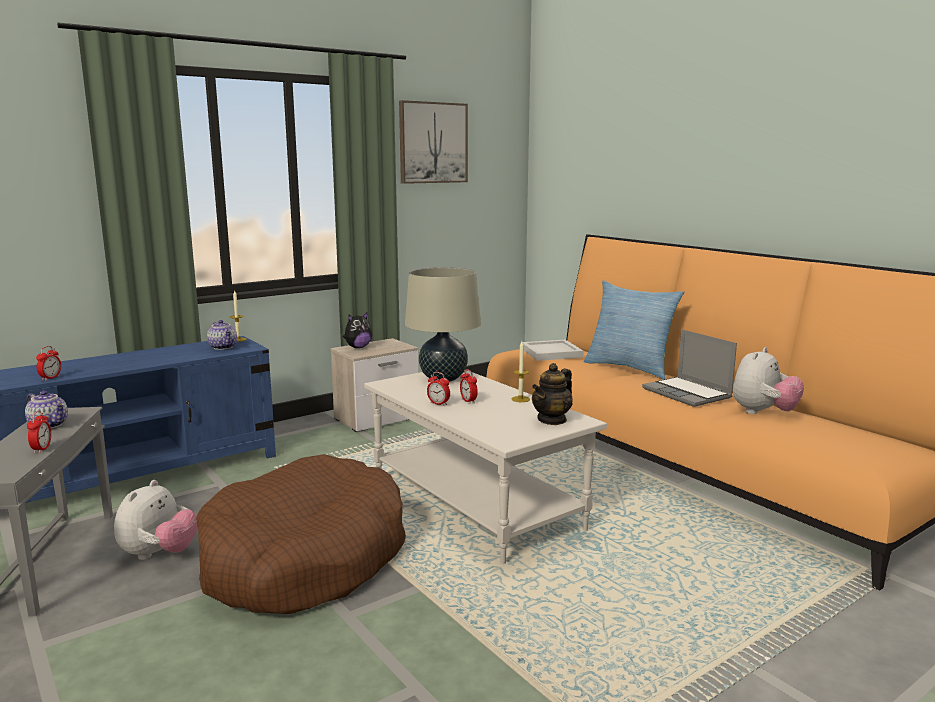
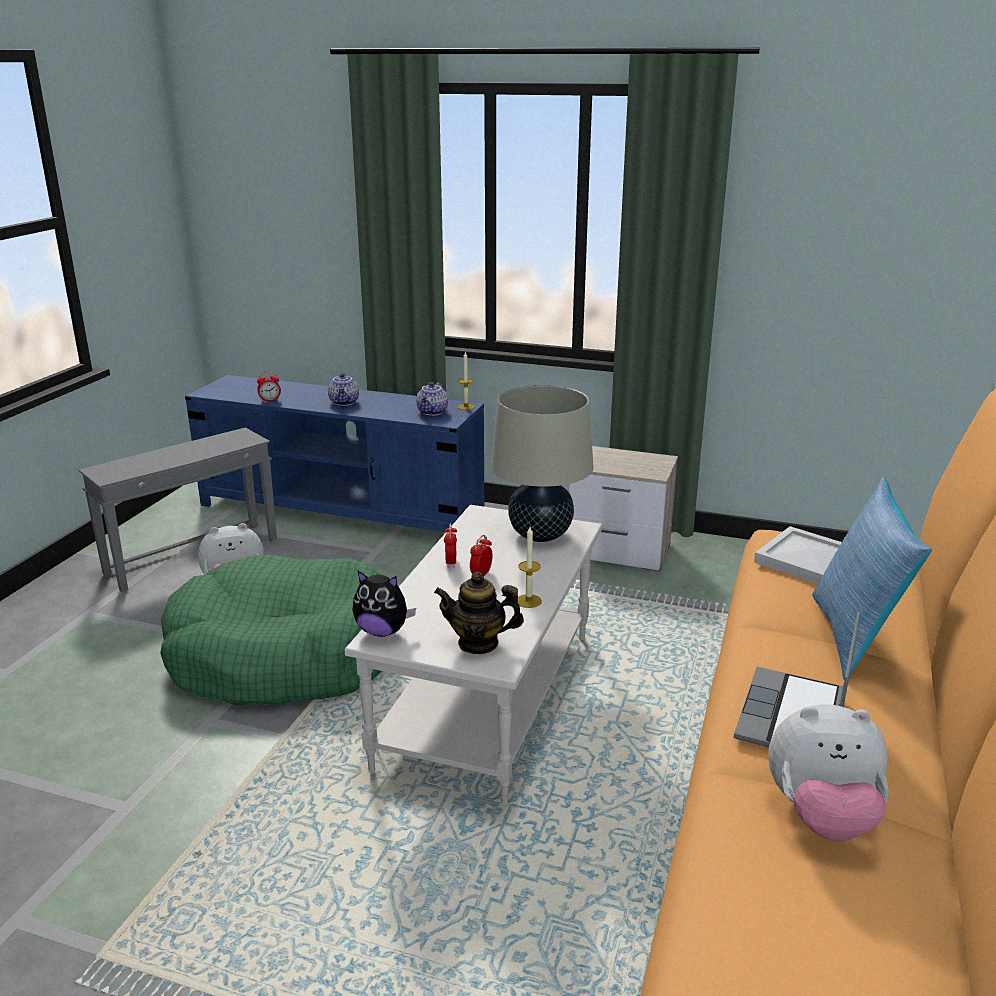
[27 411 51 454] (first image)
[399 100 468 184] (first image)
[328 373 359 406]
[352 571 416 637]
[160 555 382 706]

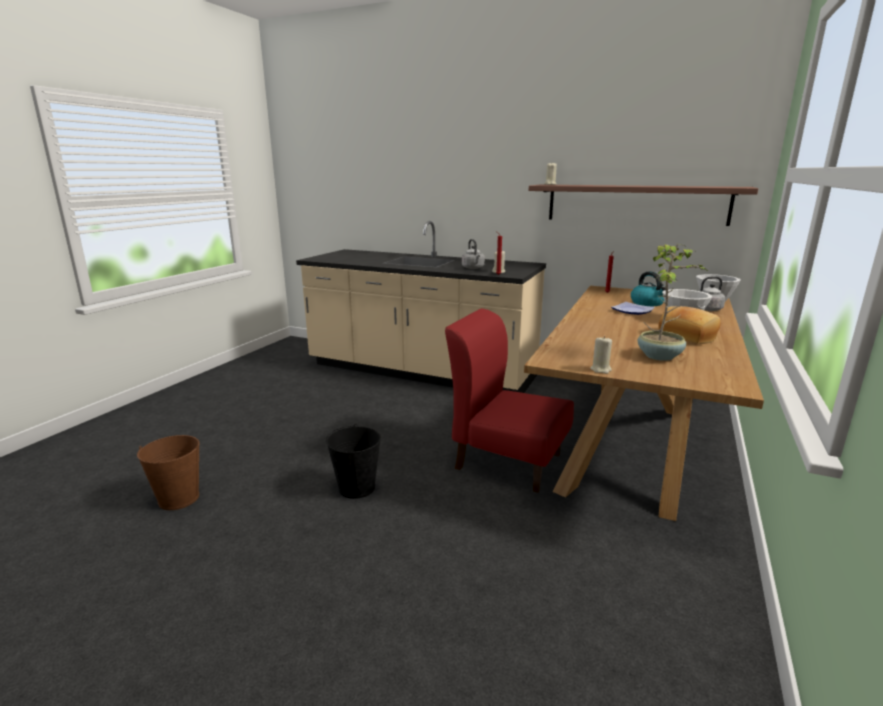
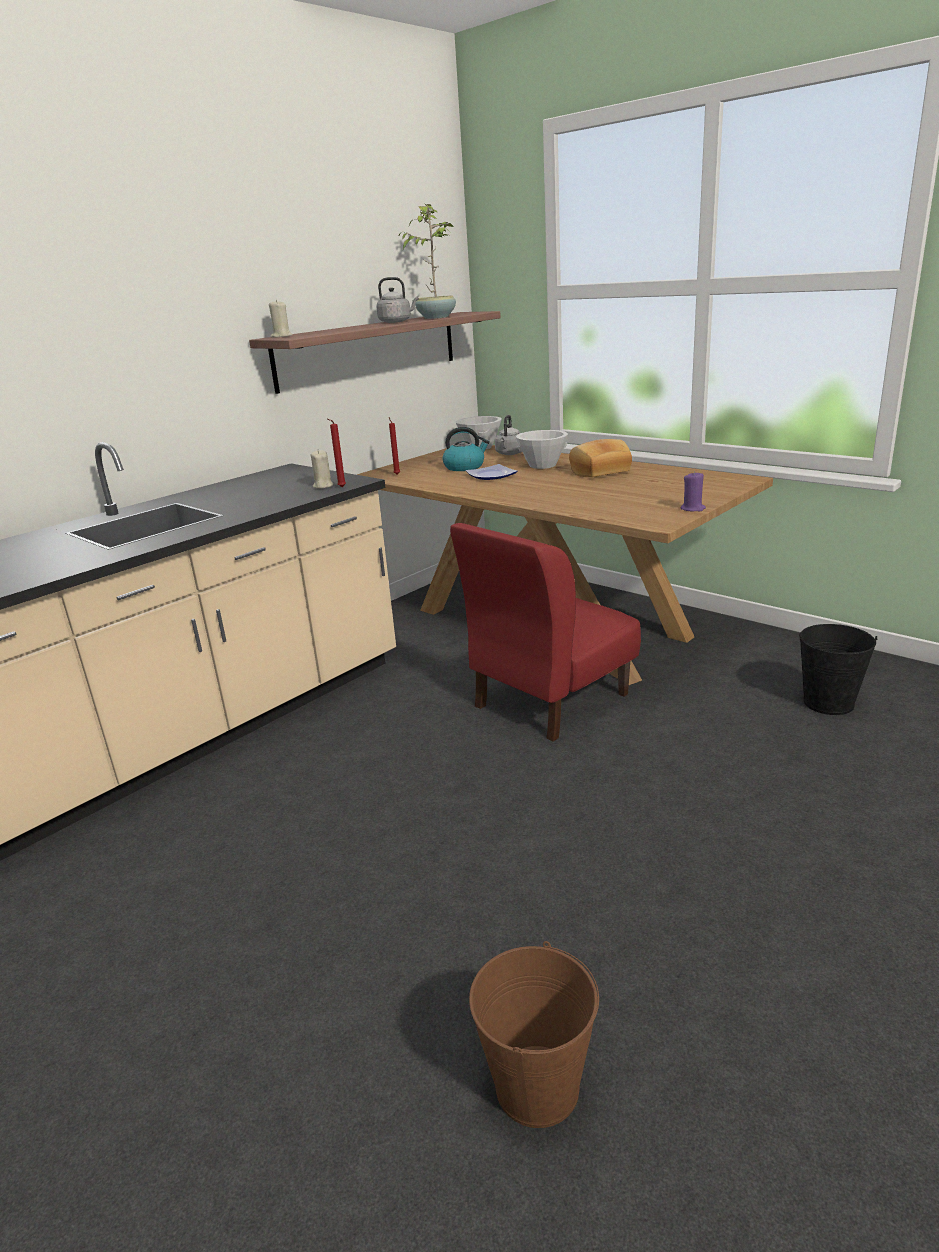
[799 624 878 715]
[376 277 419 323]
[398 204 456 319]
[681 471 706 511]

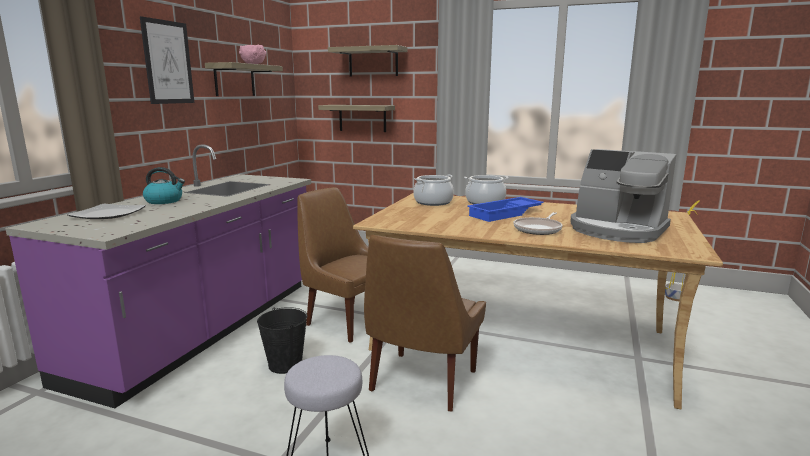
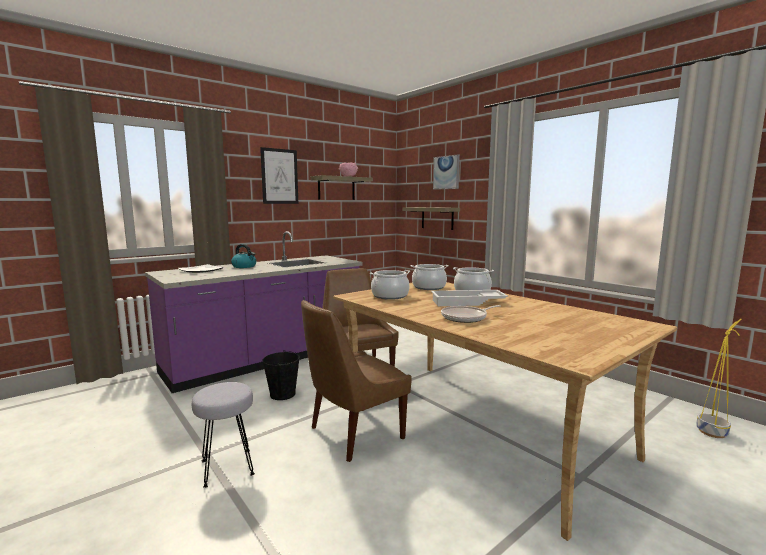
[570 149 676 243] (first image)
[370 270 410 300]
[433 154 460 190]
[431 290 508 306]

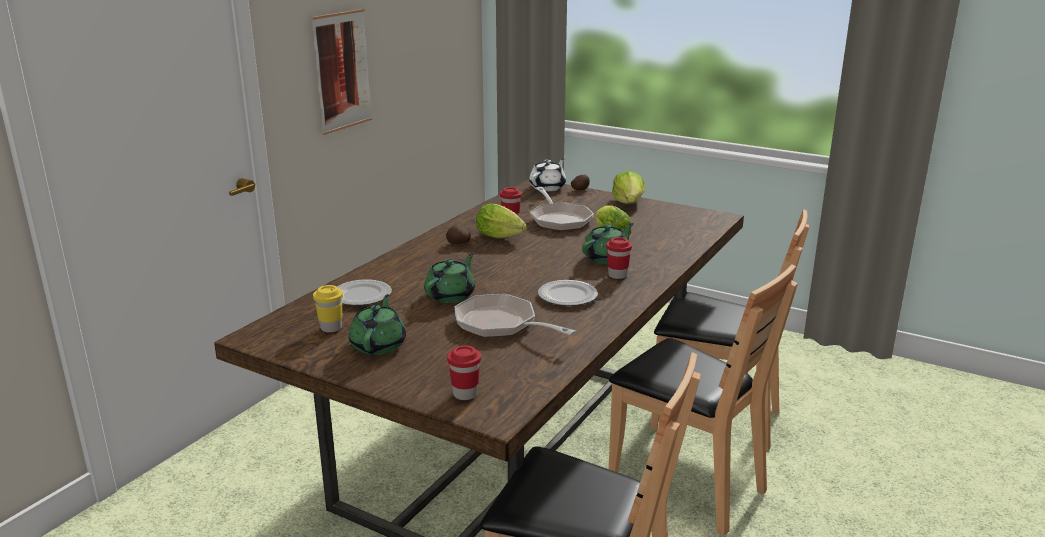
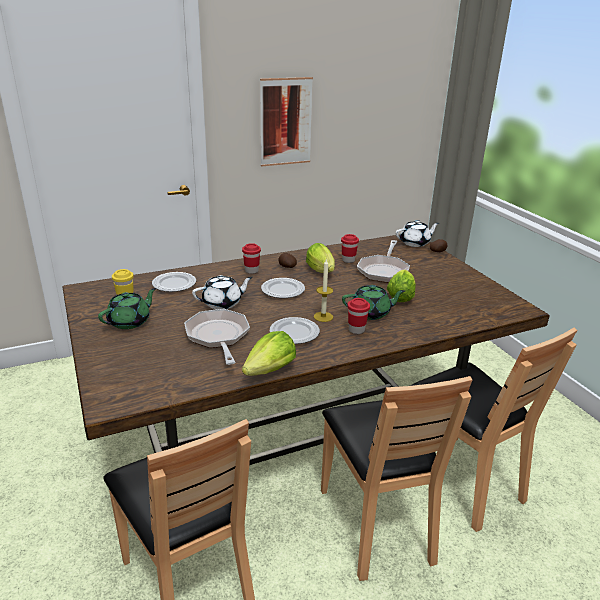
[261 278 305 298]
[314 258 333 322]
[242 243 261 274]
[242 331 296 376]
[192 275 253 309]

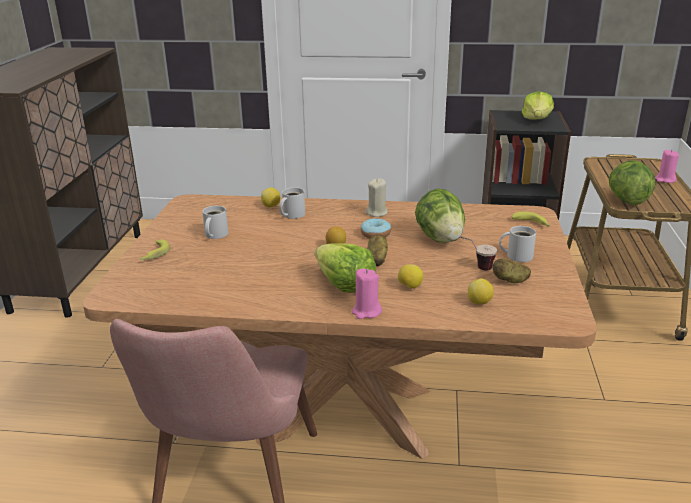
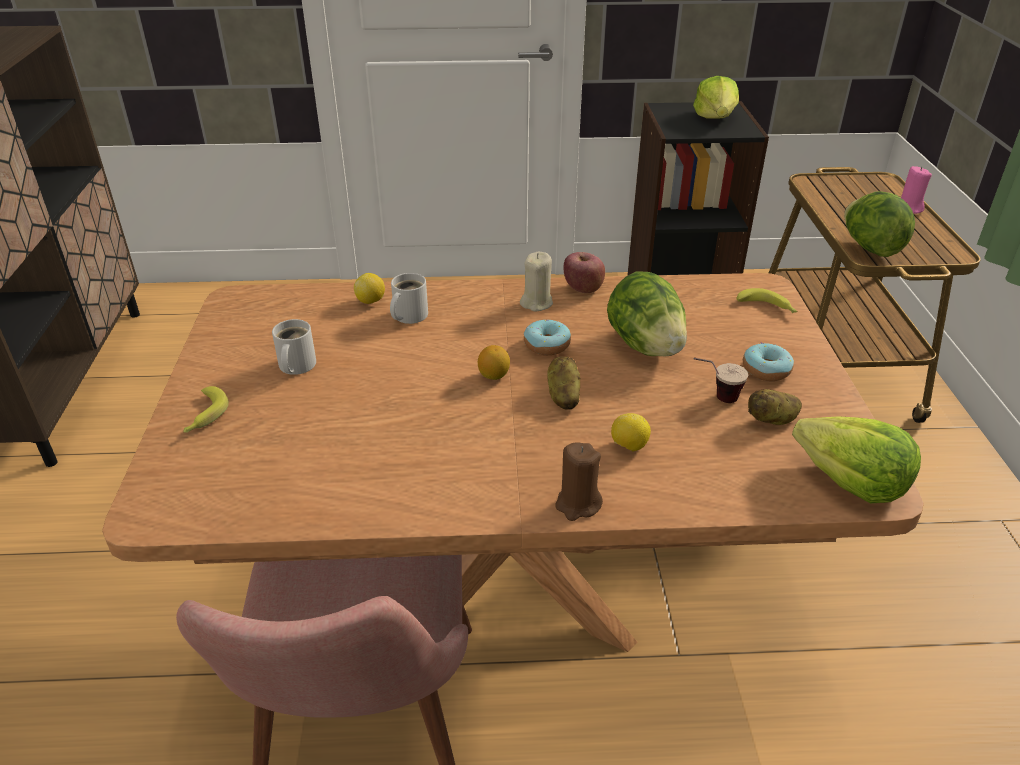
[468 279 494 304] (first image)
[564 252 605 293]
[792 416 921 504]
[743 342 794 381]
[556 443 603 521]

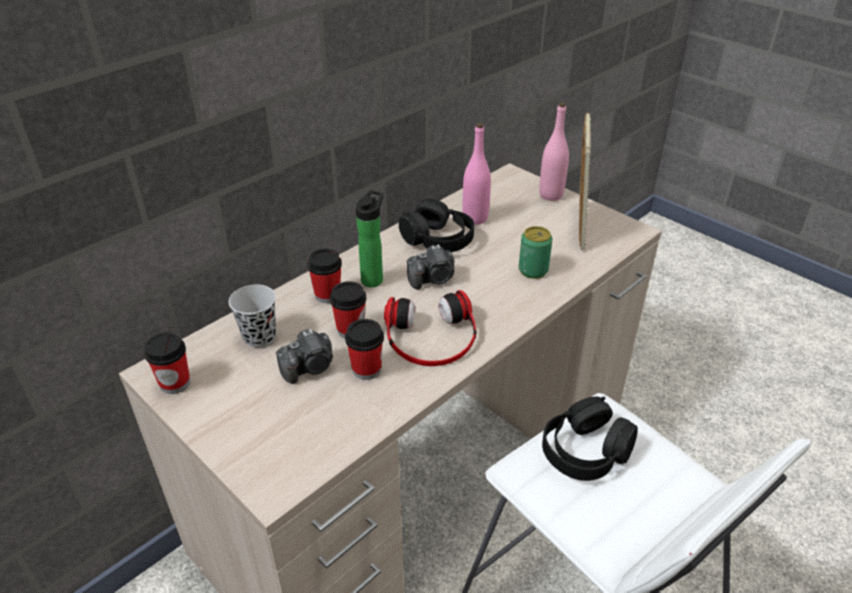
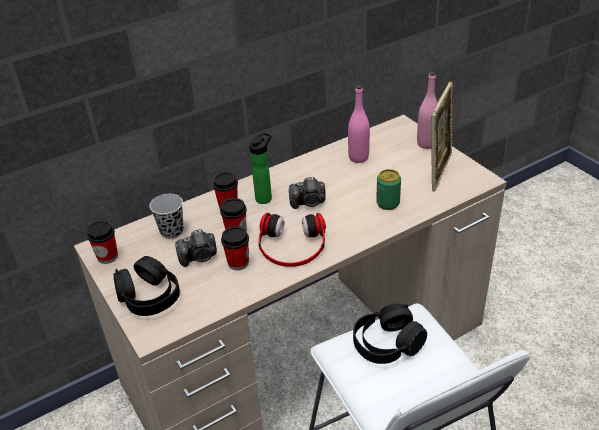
[114 256 180 316]

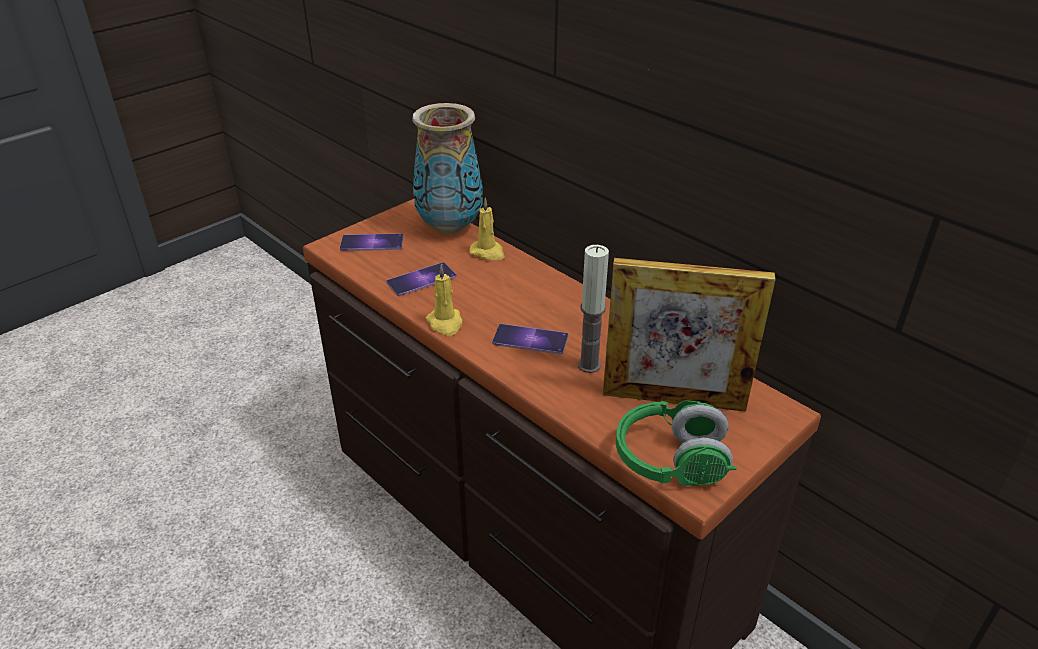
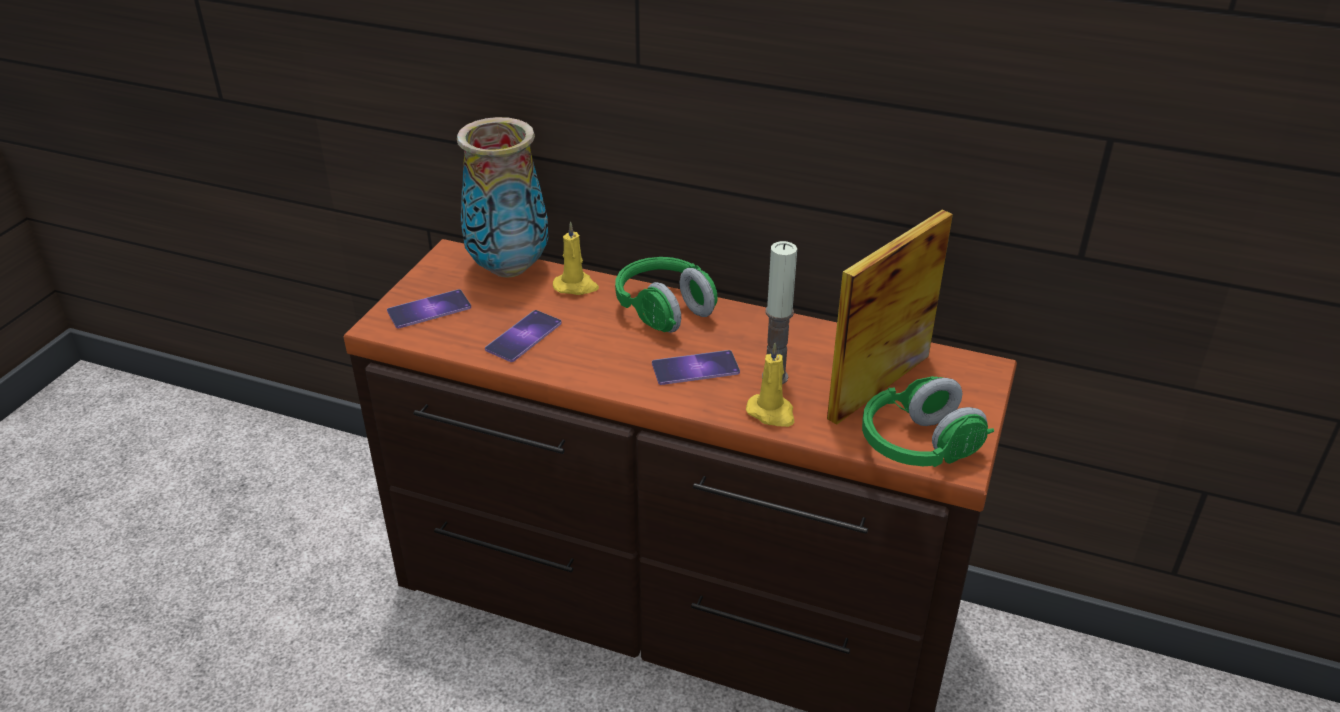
[615 257 718 332]
[746 343 794 427]
[827 210 953 425]

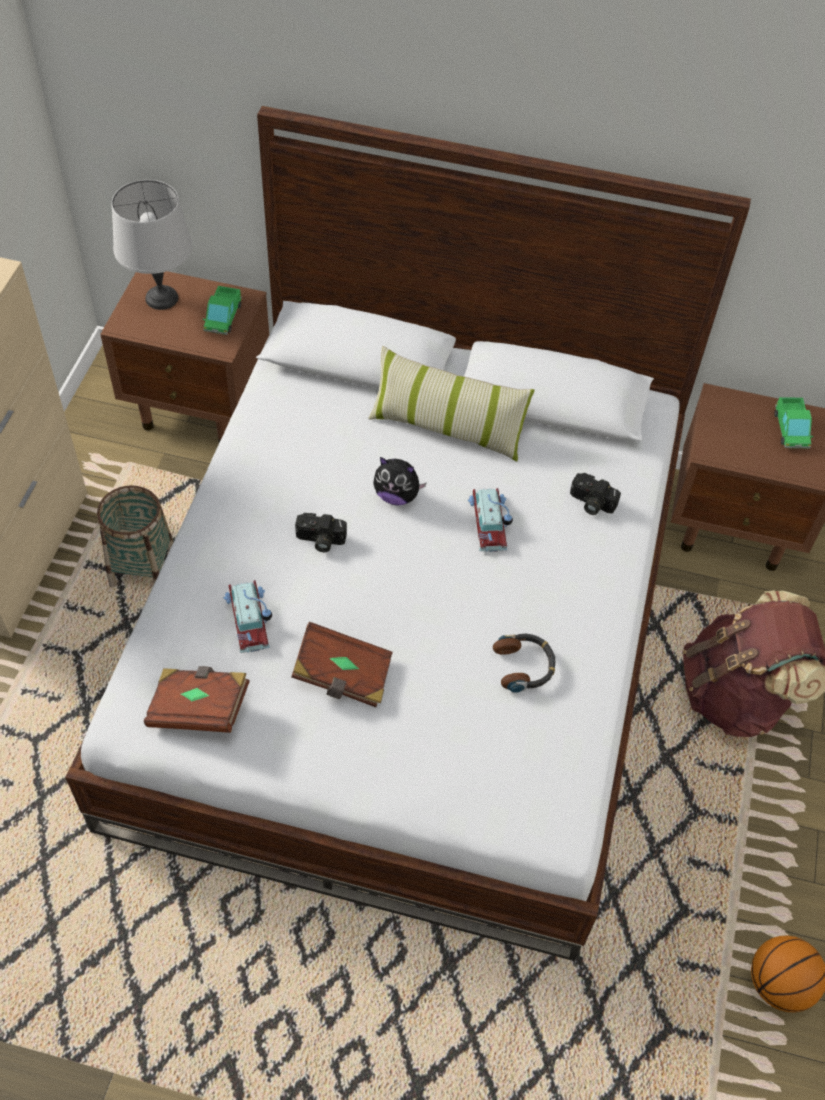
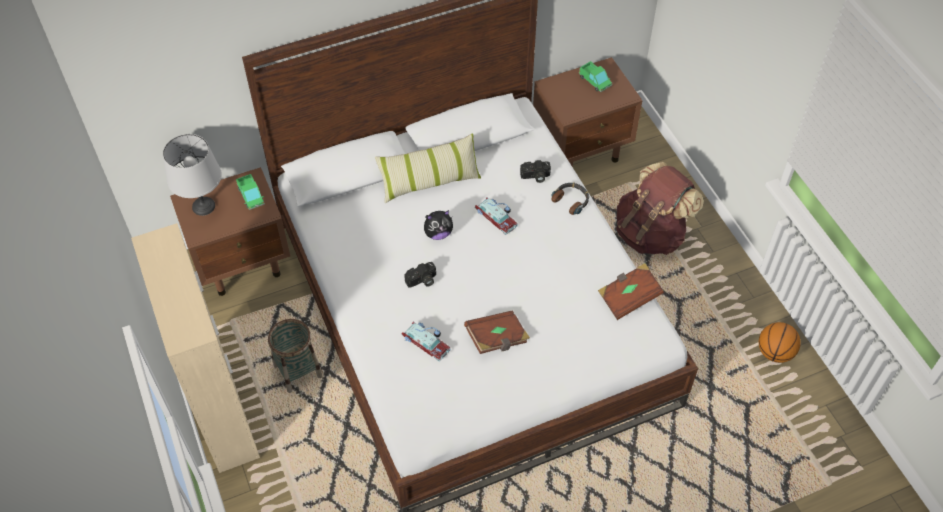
[598 263 664 320]
[551 183 589 215]

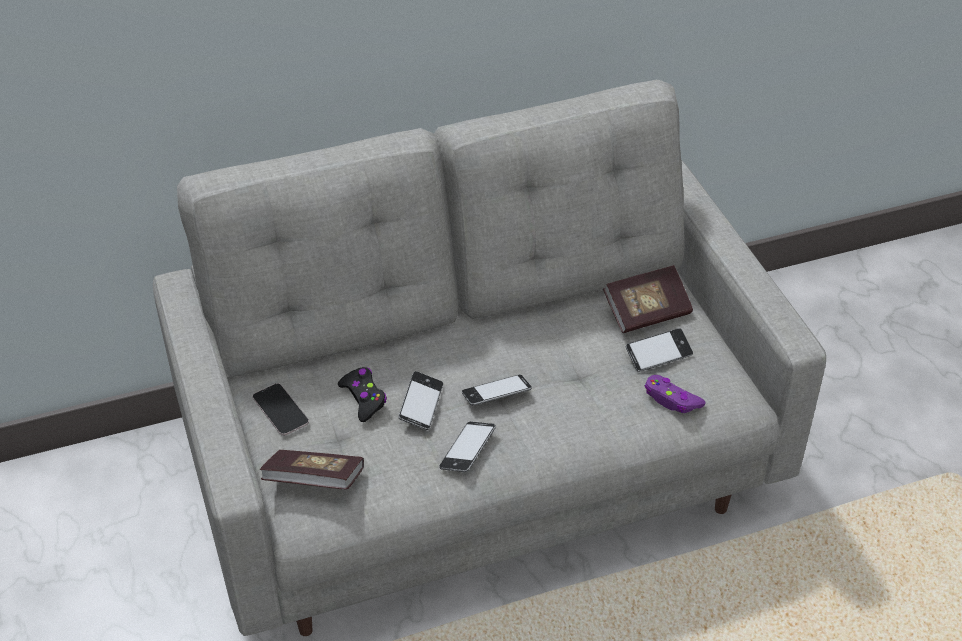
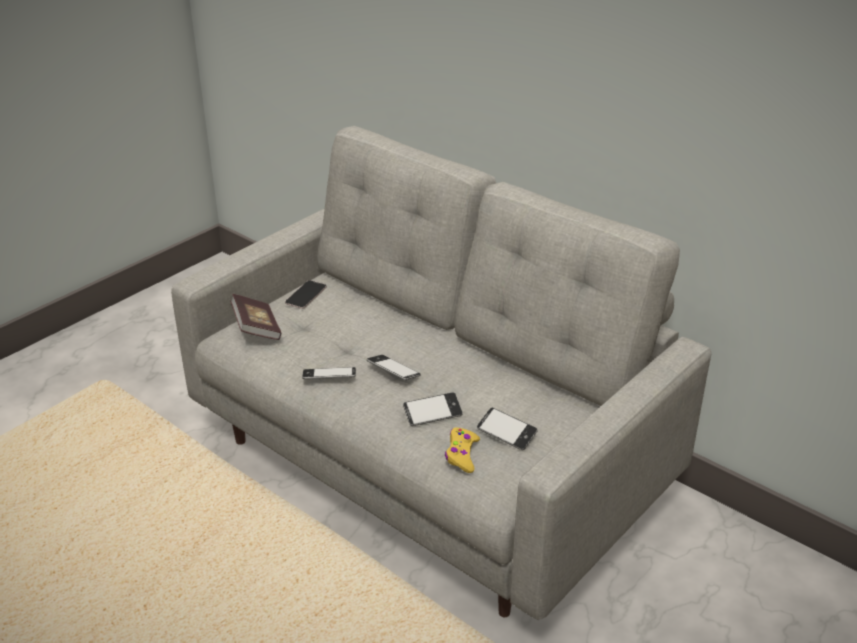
[338 367 387 422] (first image)
[603 265 693 333] (first image)
[403 392 463 426]
[445 427 480 473]

